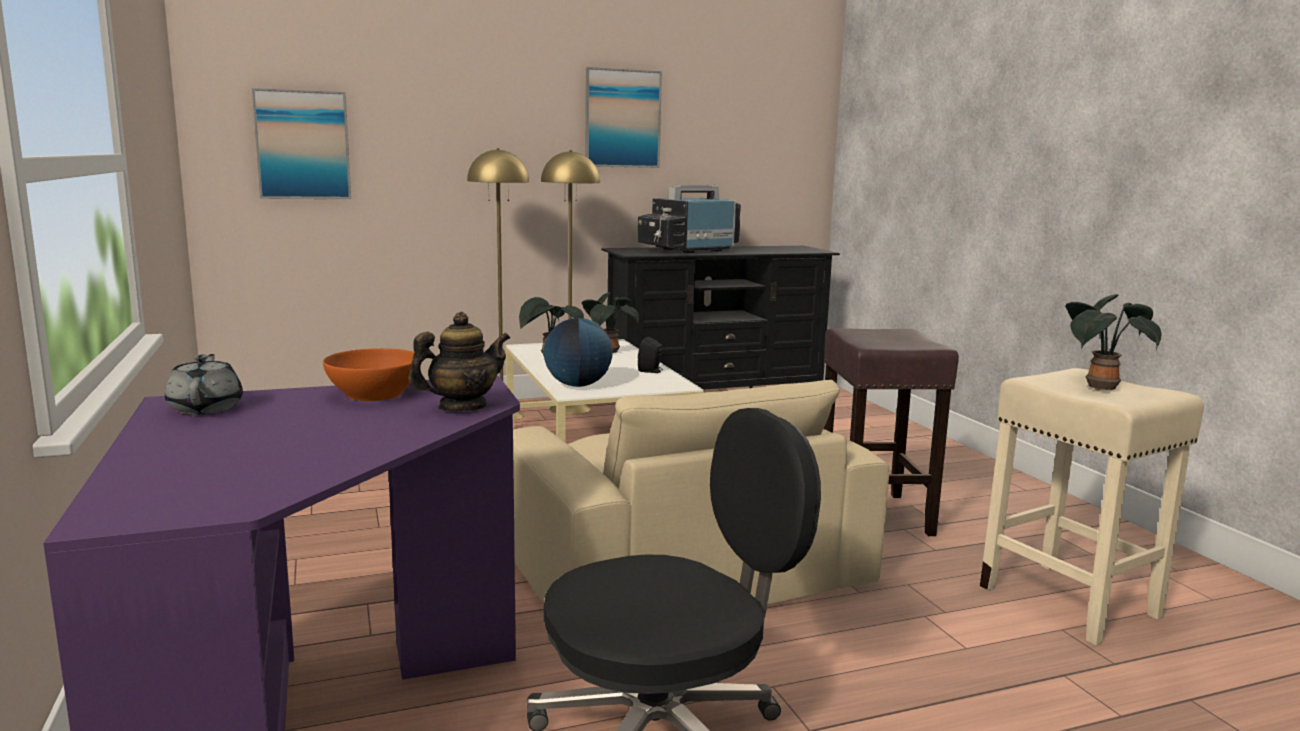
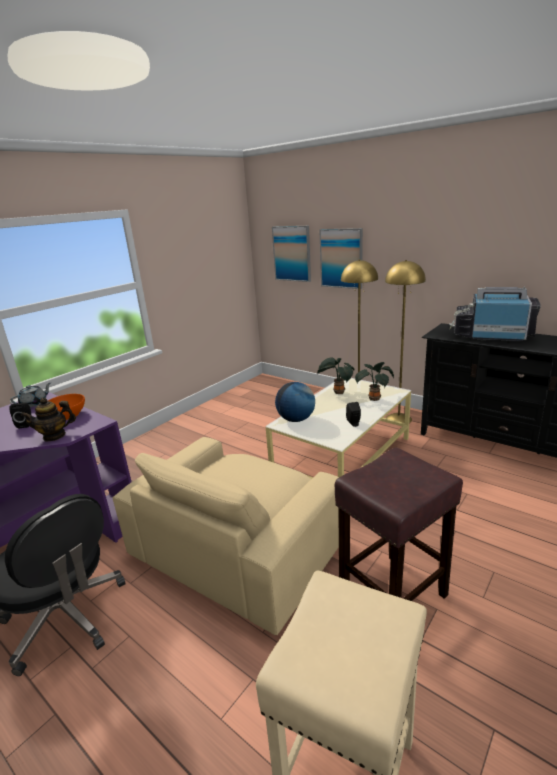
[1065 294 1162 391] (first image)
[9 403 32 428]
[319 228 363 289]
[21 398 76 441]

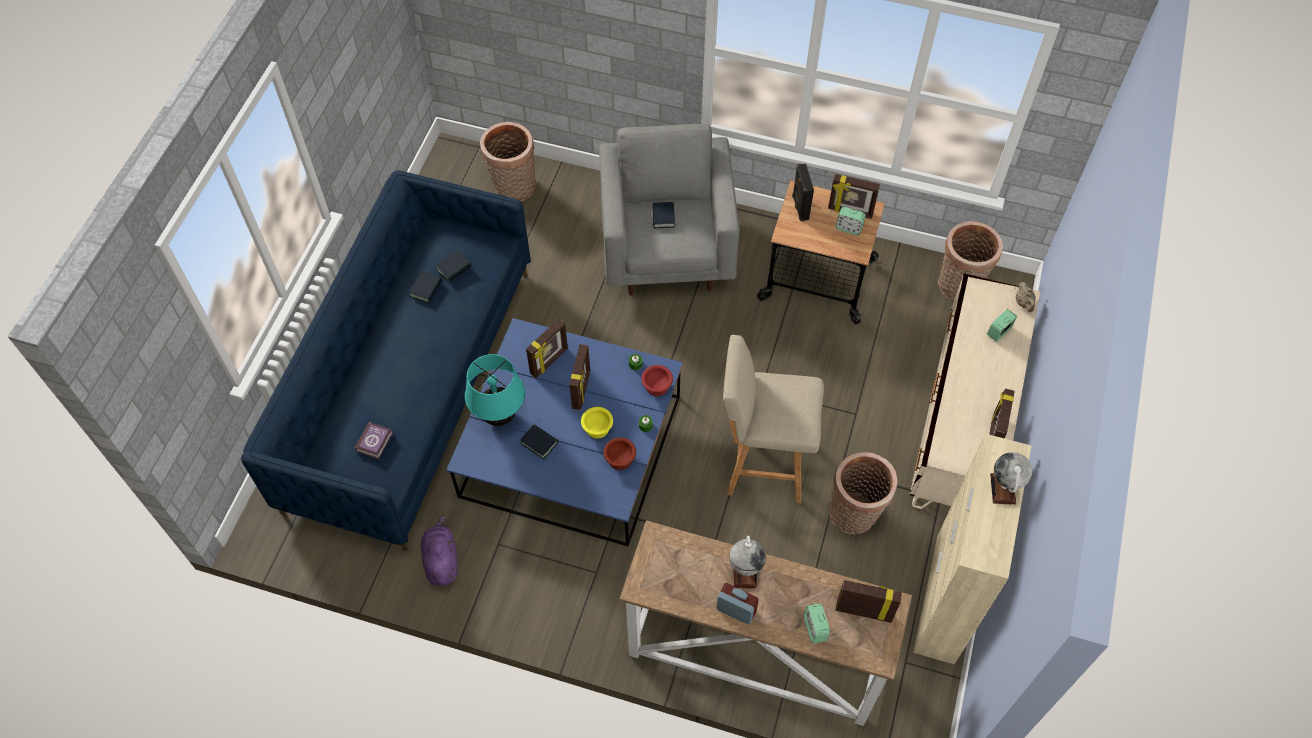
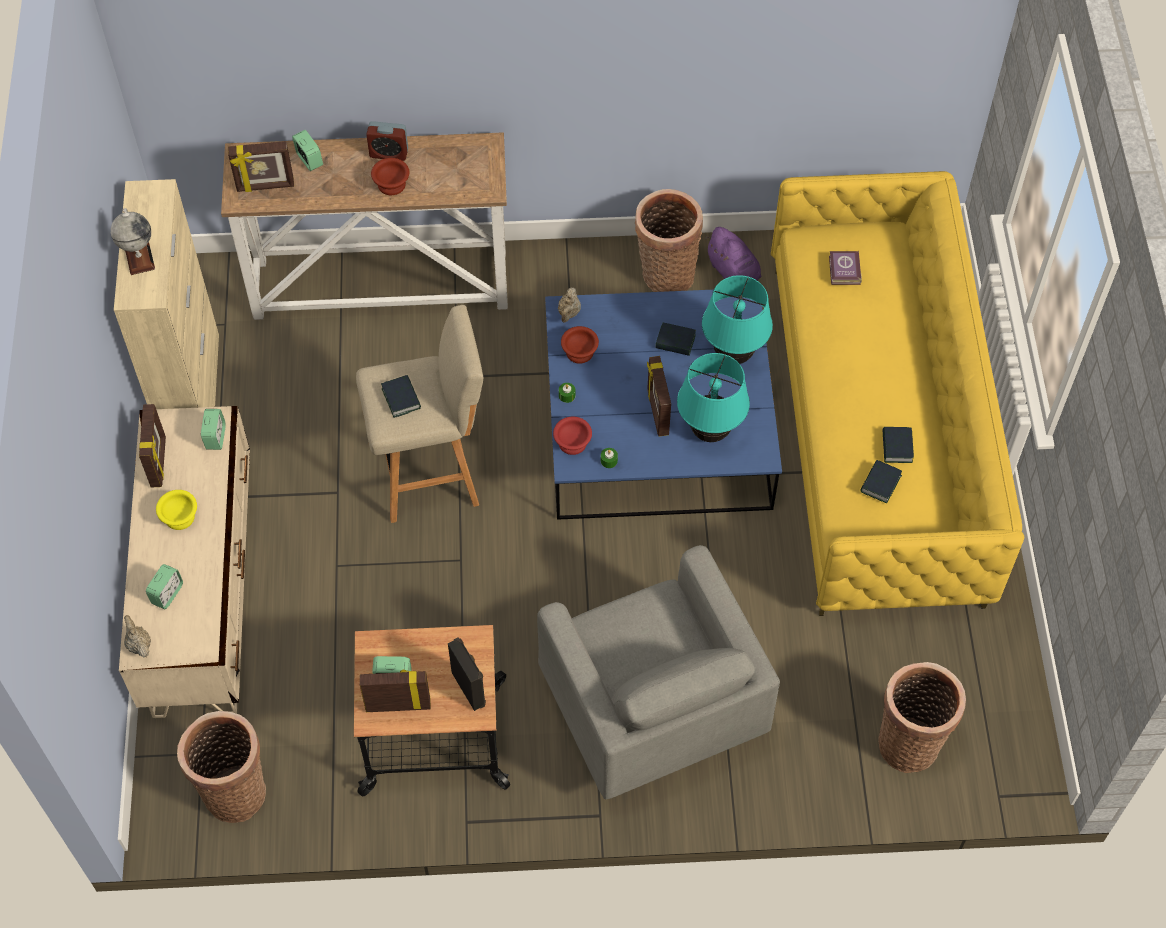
[201 409 226 450]
[558 287 581 323]
[156 490 197 530]
[381 375 421 418]
[635 189 703 292]
[677 353 750 442]
[371 158 409 195]
[771 171 1025 616]

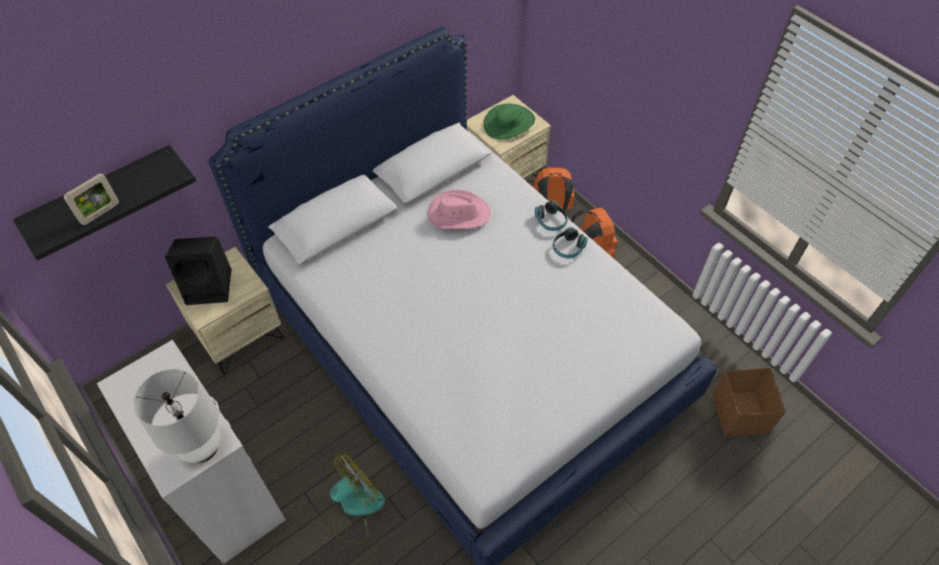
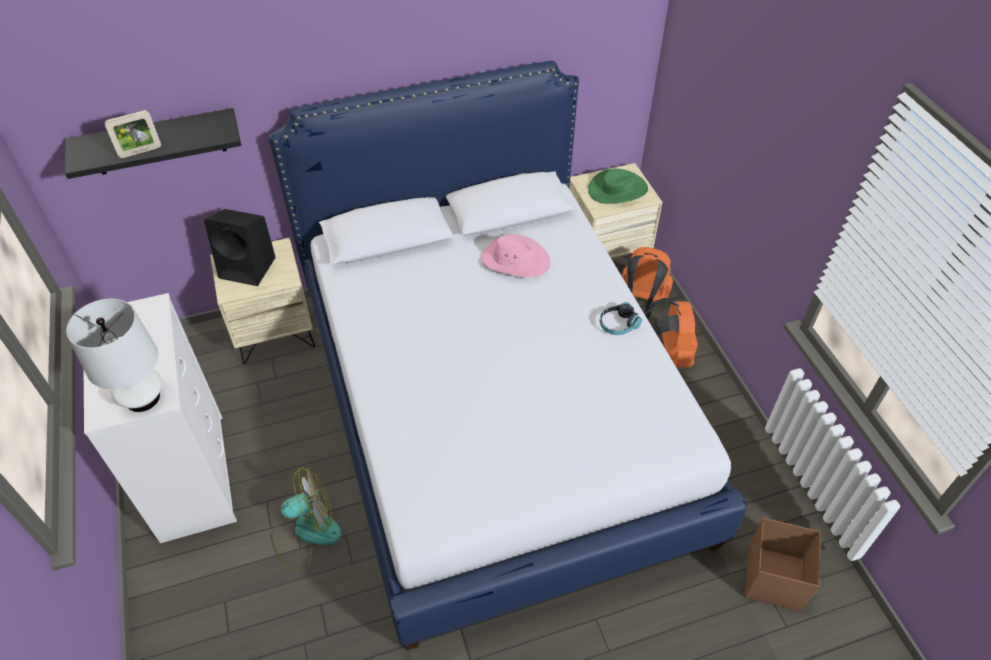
[535 200 567 231] (first image)

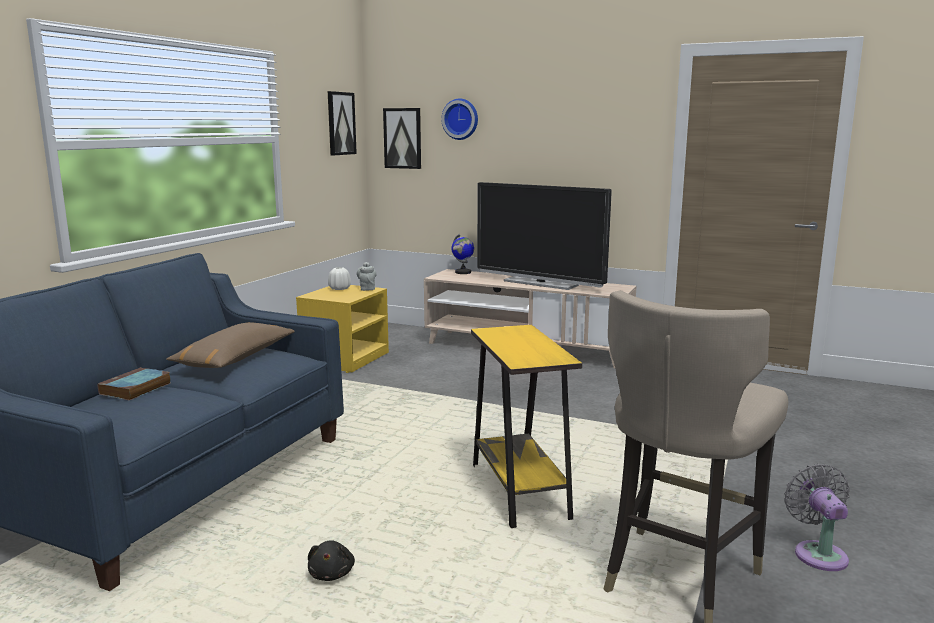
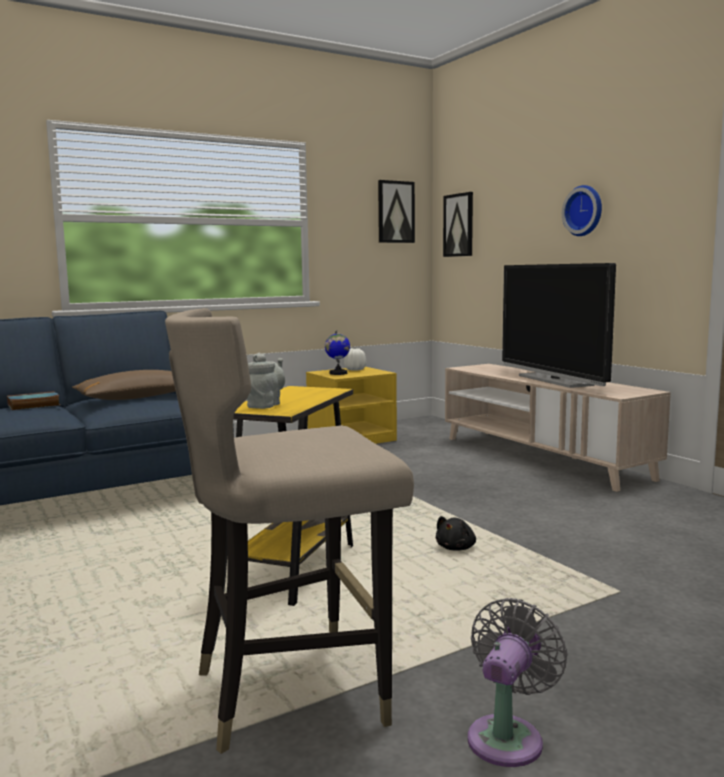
[436 516 476 551]
[247 353 285 409]
[562 185 602 236]
[325 330 350 375]

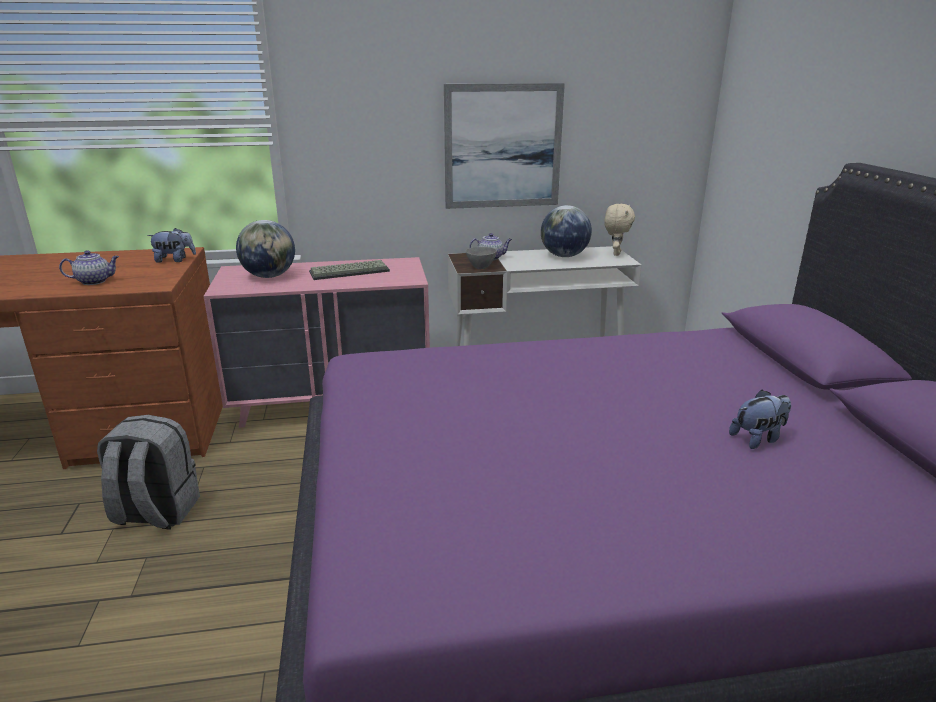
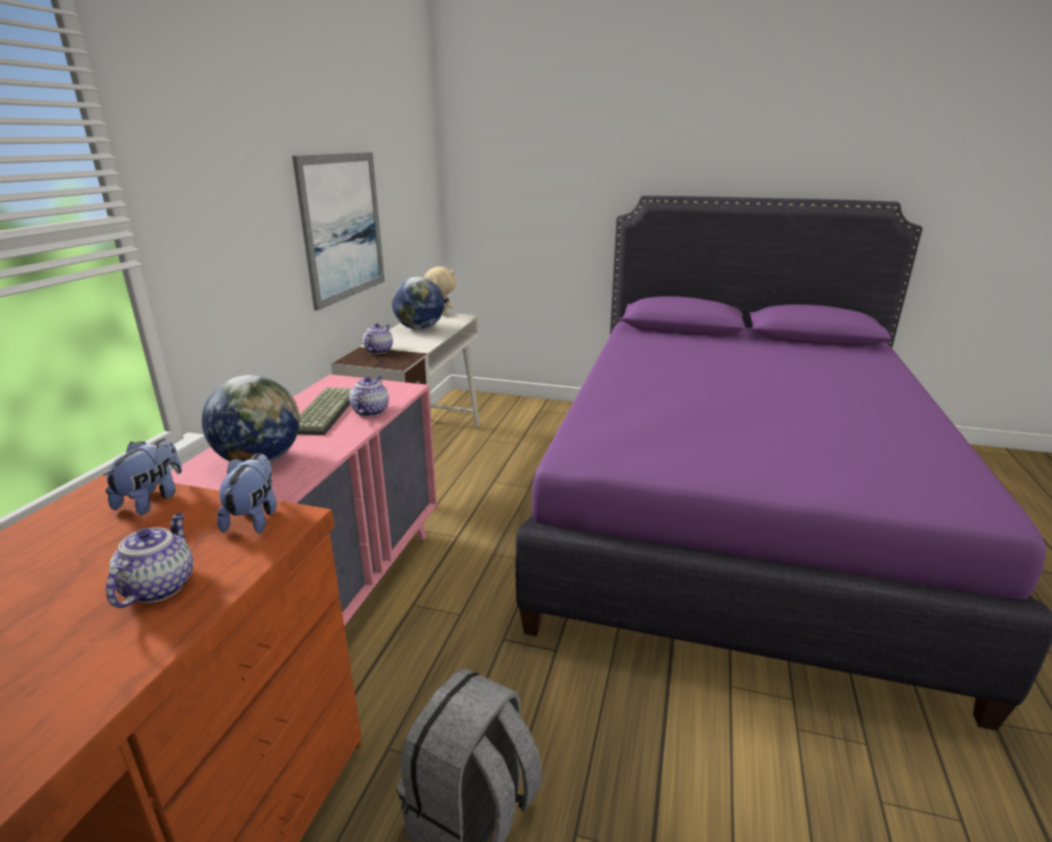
[466 247 497 269] (first image)
[349 375 389 417]
[217 453 277 533]

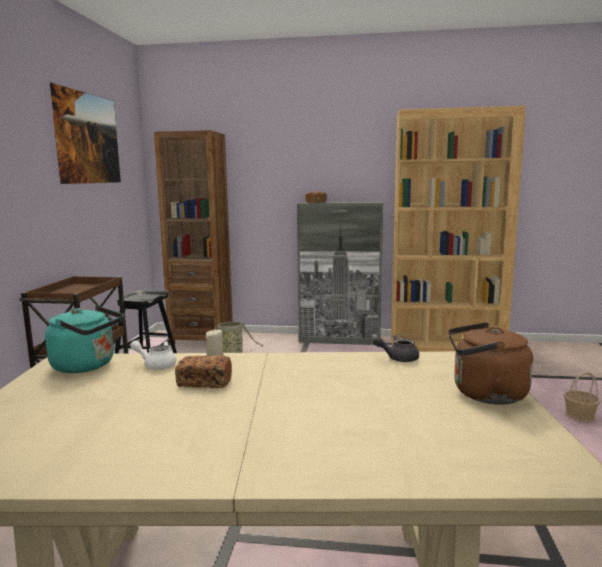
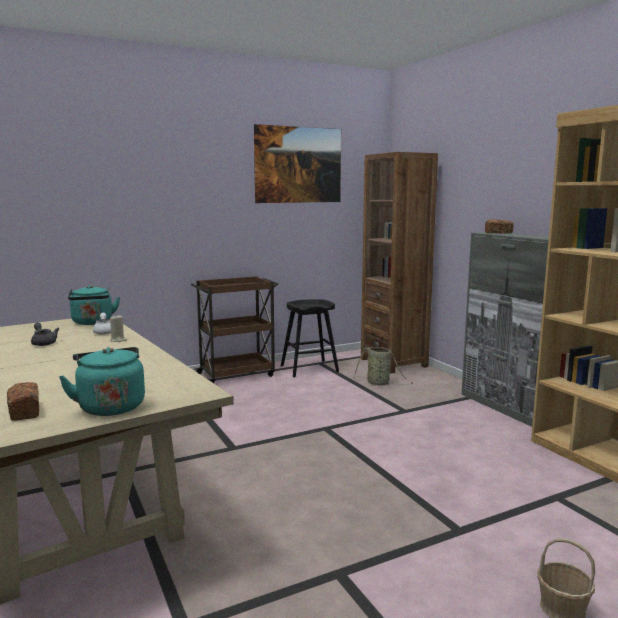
[7 382 39 421]
[31 323 59 346]
[59 347 145 416]

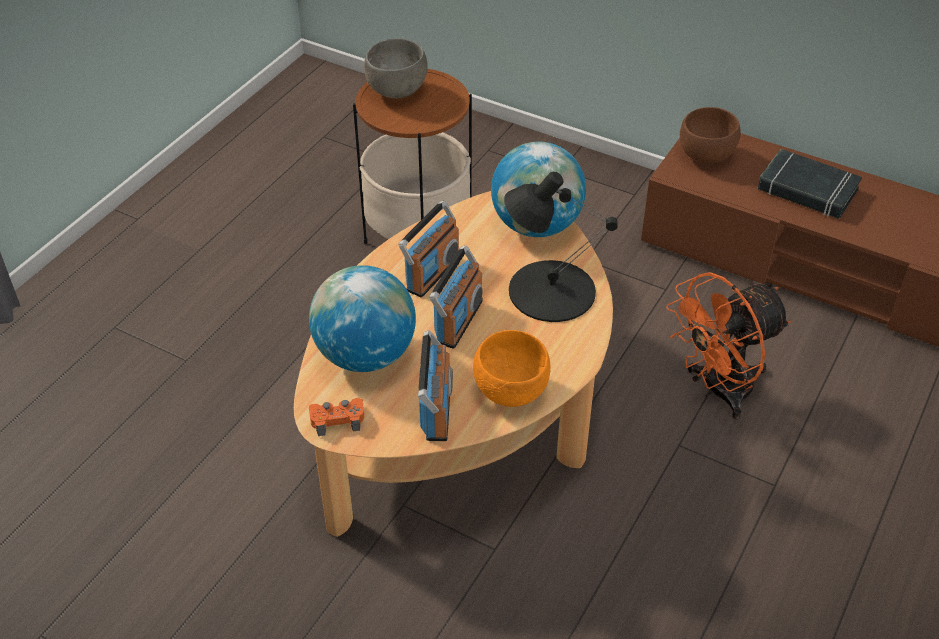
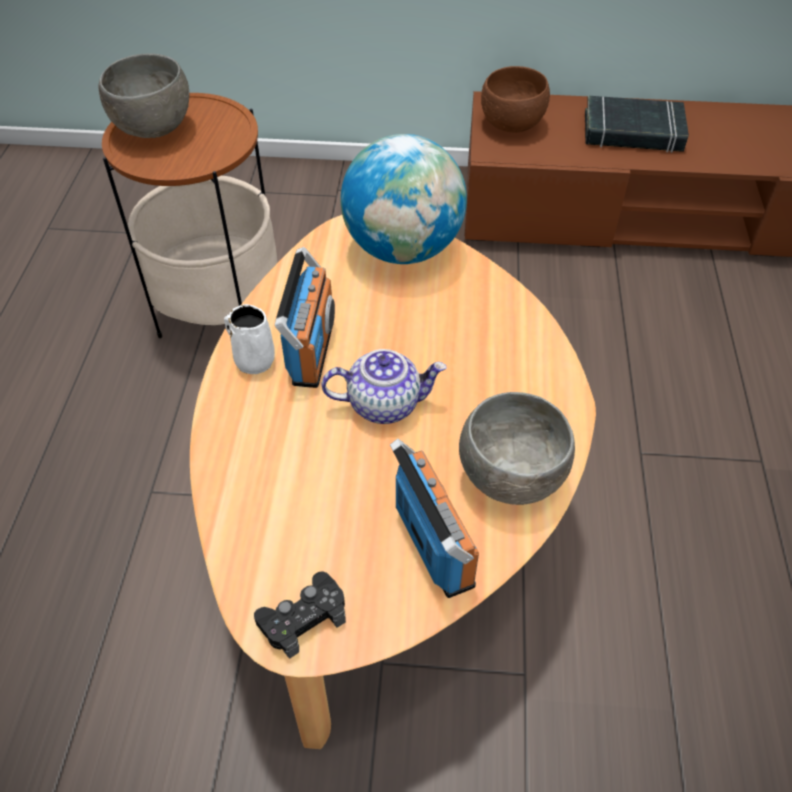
[309 265 416 372] (first image)
[504 172 618 322] (first image)
[666 272 791 420] (first image)
[224 304 275 374]
[321 349 446 424]
[254 571 346 659]
[459 392 575 505]

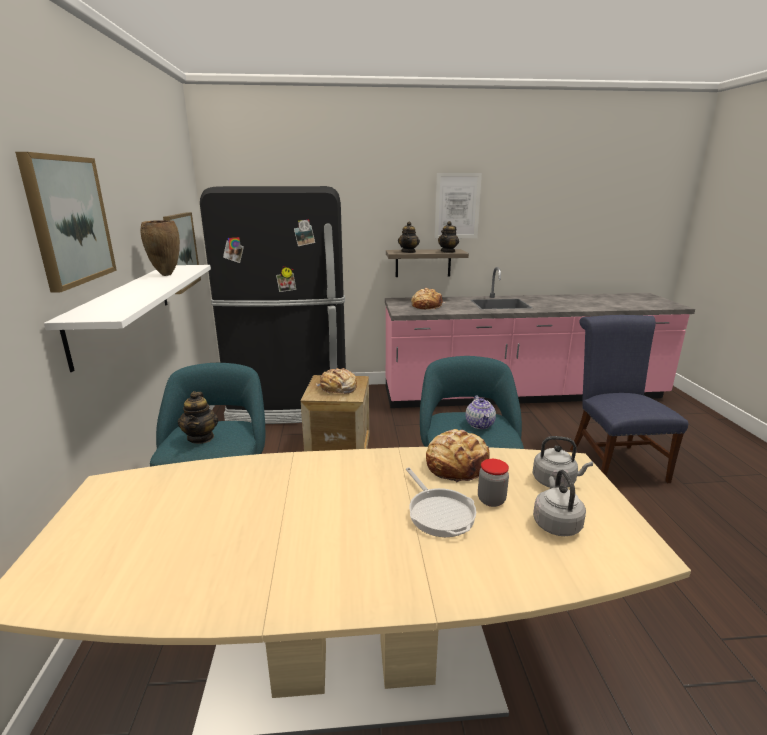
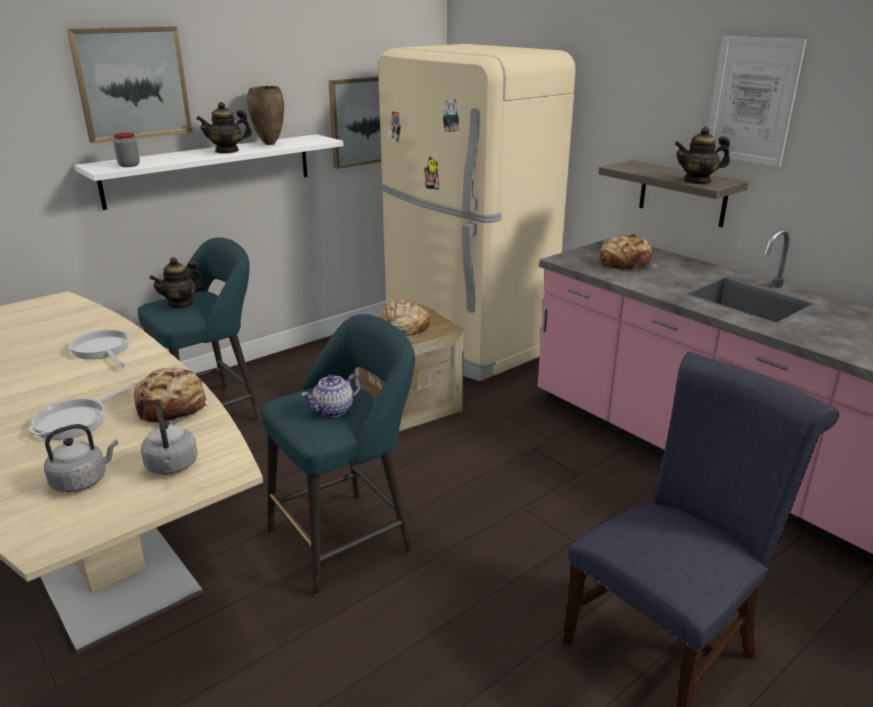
[68 329 130 367]
[196 102 252 153]
[113 133 140 167]
[378 44 576 381]

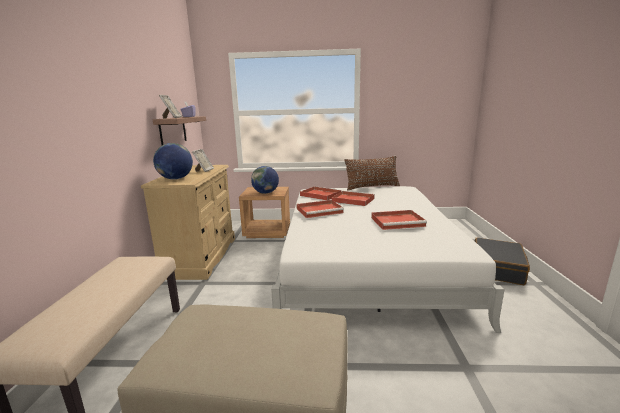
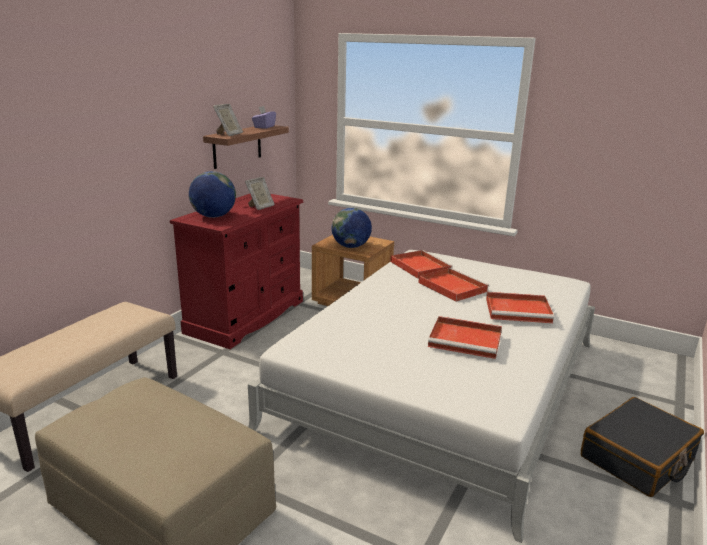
[344 156 400 190] (first image)
[486 292 554 323]
[170 194 304 349]

